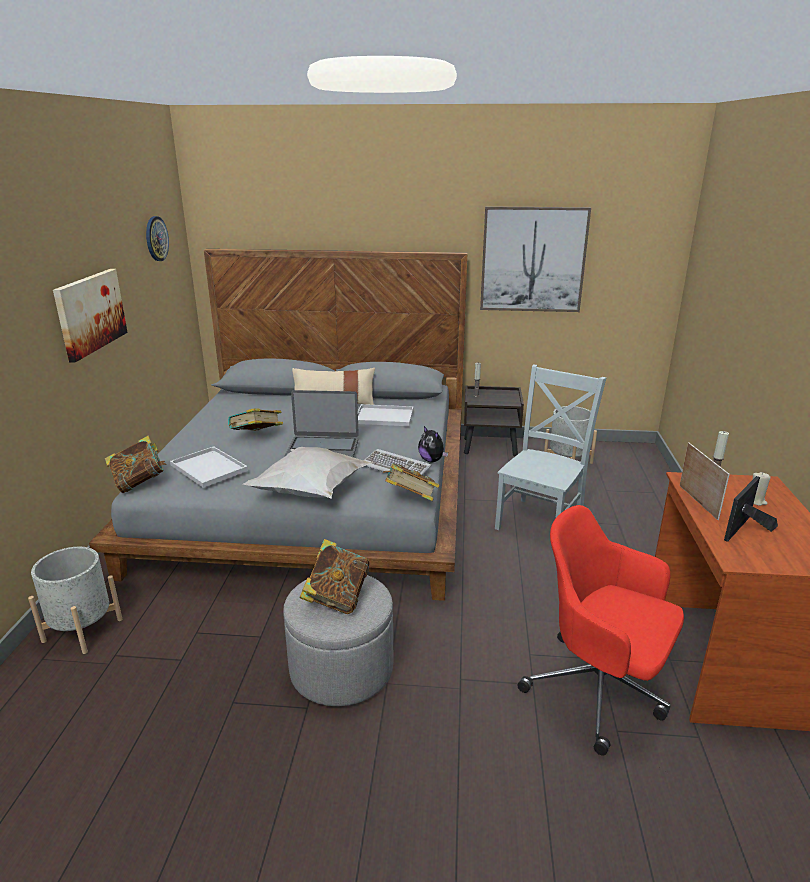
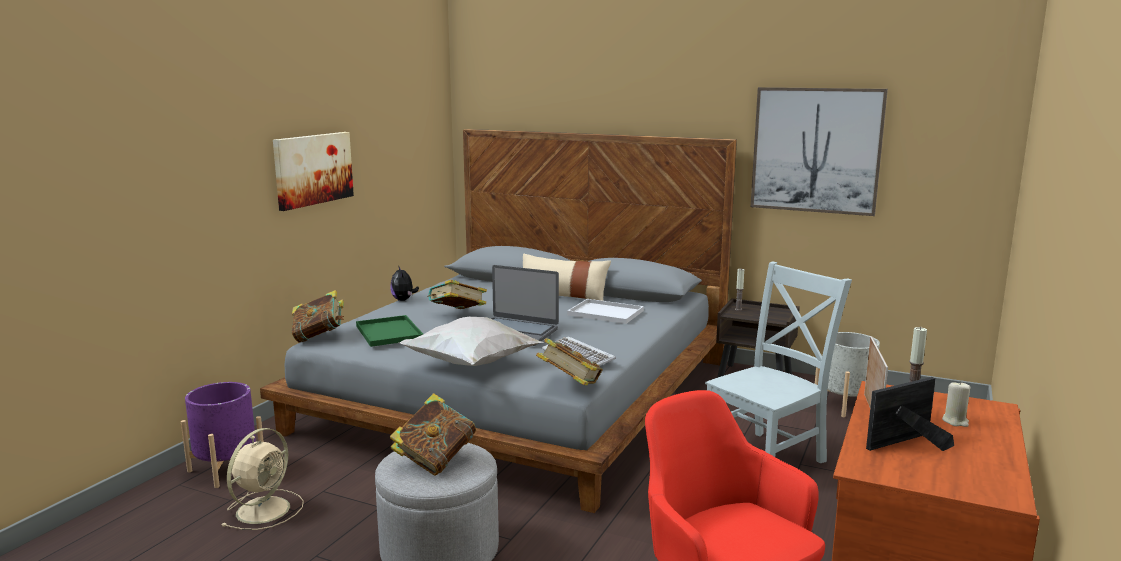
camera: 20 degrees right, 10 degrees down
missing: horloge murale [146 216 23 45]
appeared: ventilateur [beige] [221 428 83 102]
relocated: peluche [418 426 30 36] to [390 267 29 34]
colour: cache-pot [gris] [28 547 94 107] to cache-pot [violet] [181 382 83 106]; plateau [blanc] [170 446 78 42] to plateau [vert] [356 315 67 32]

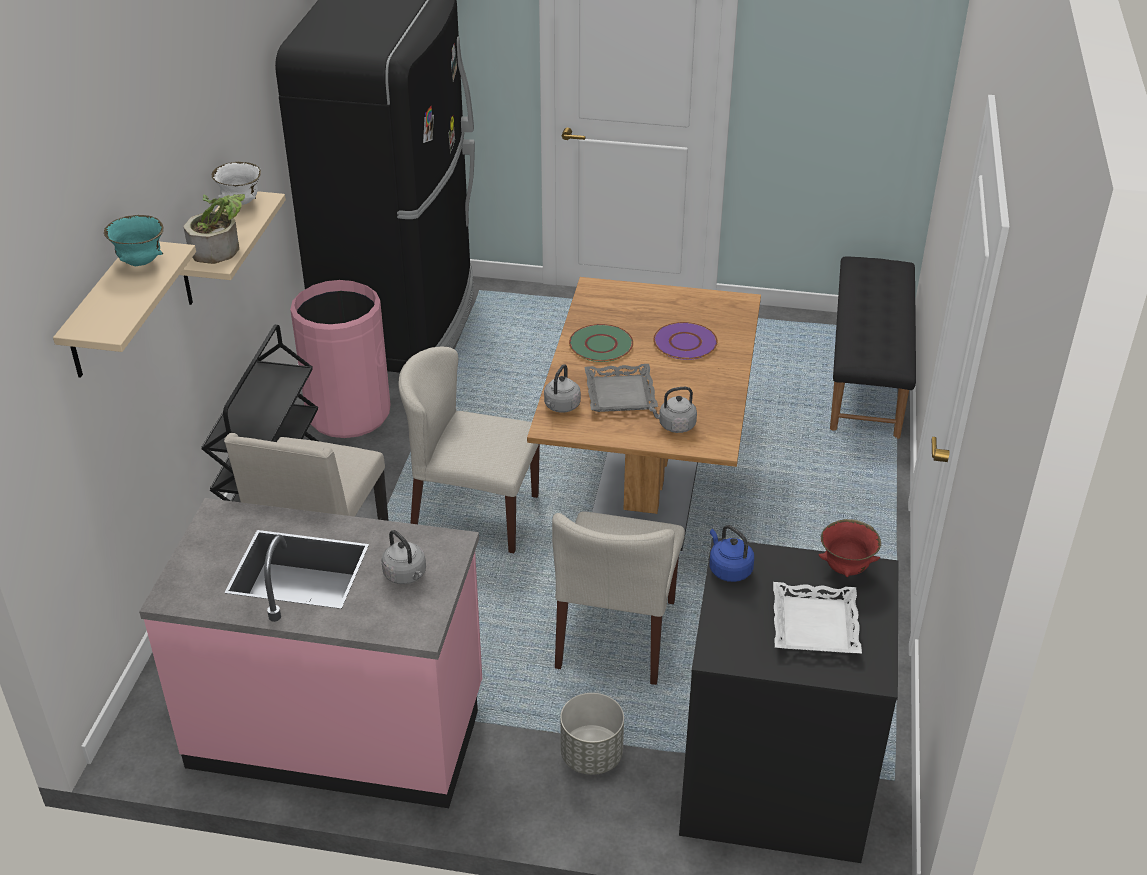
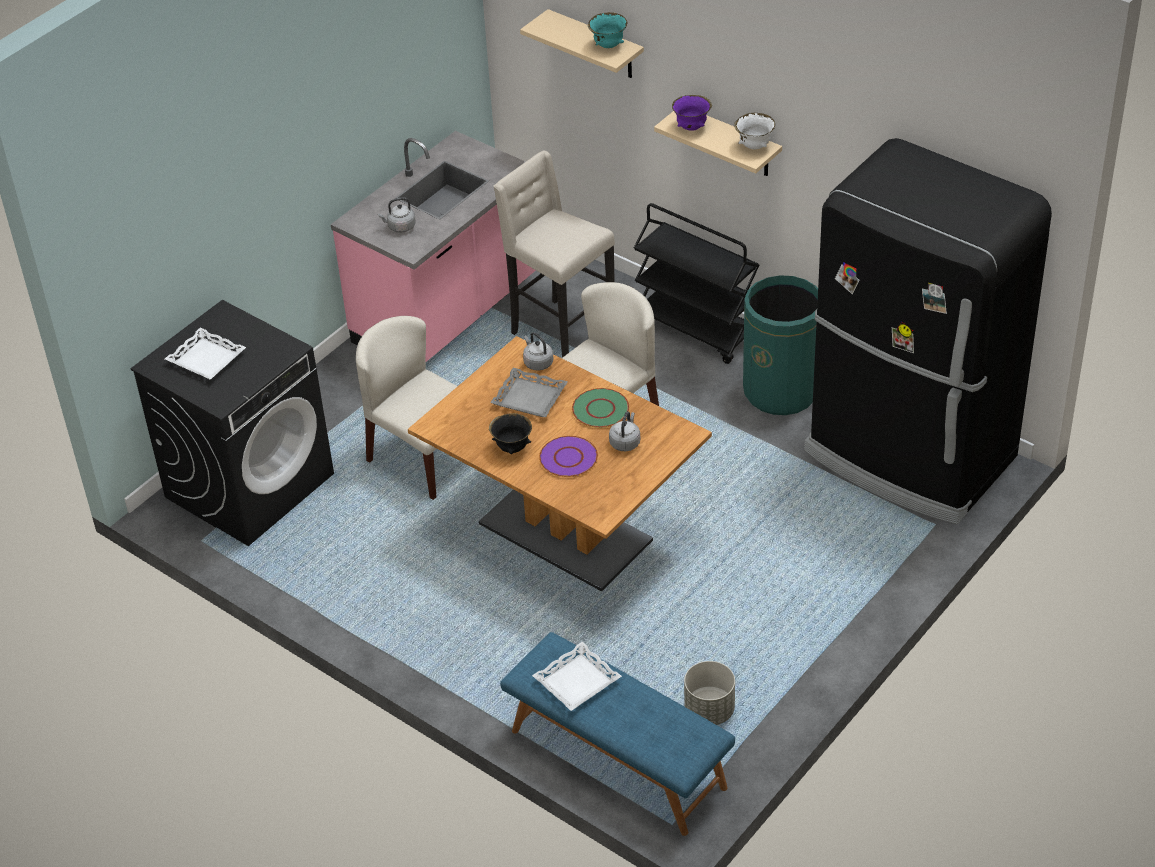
camera: 120 degrees right, 5 degrees up
missing: bouilloire [bleu] [709 525 45 57]; bol [rouge] [819 519 62 58]
appeared: bol [noir] [489 413 43 41]; plateau [blanc] [532 642 90 69]
relocated: cache-pot [gris] [560 693 64 82] to [684 661 51 64]; bouilloire [gris] [649 387 48 46] to [609 411 31 40]
exchanged: plante en pot [183 194 62 70] to bol [violet] [672 95 40 36]
colour: poubelle [rose] [290 280 101 158] to poubelle [vert] [743 275 75 140]; banc [noir] [830 256 86 183] to banc [bleu] [500 632 235 204]

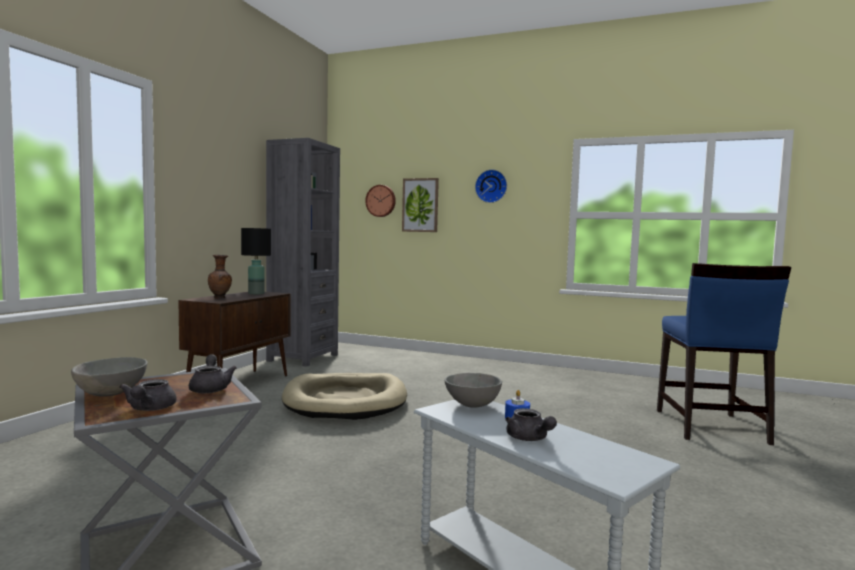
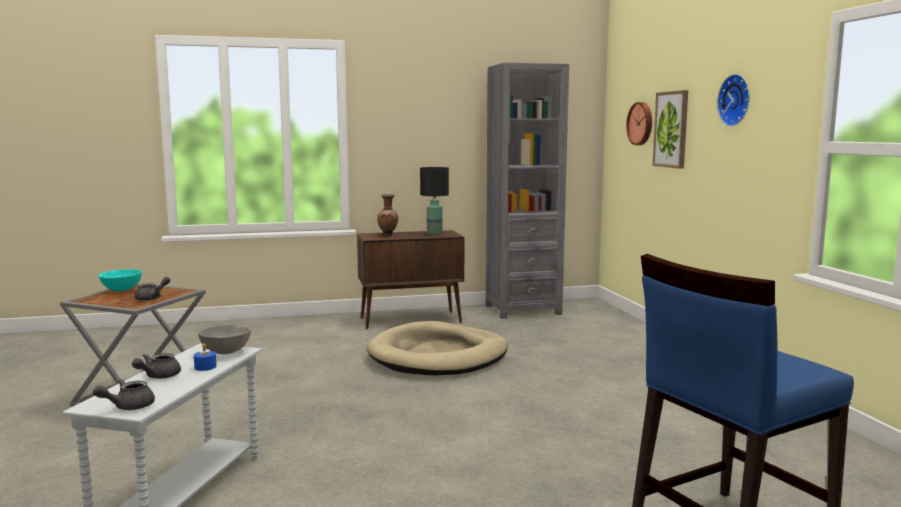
camera: 55 degrees right, 5 degrees up
relocated: théière [gris] [119 379 58 32] to [93 379 62 31]
colour: bol [gris] [71 357 76 40] to bol [turquoise] [98 269 44 22]

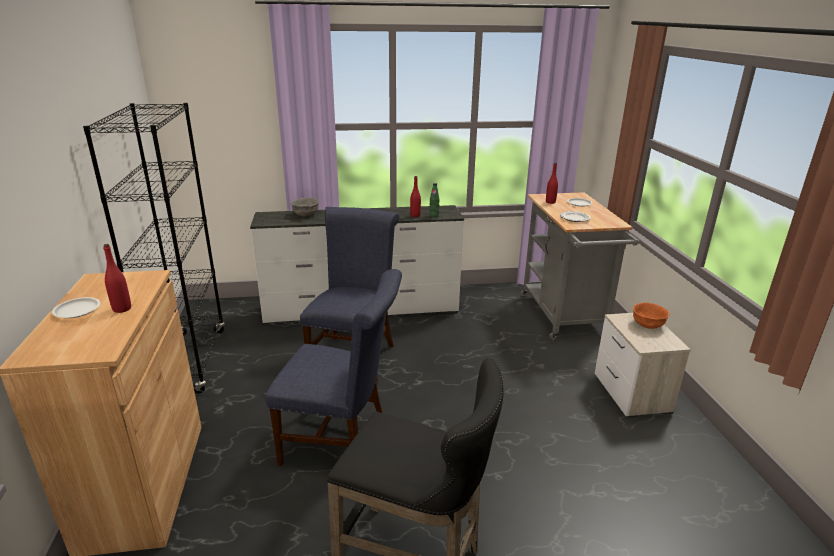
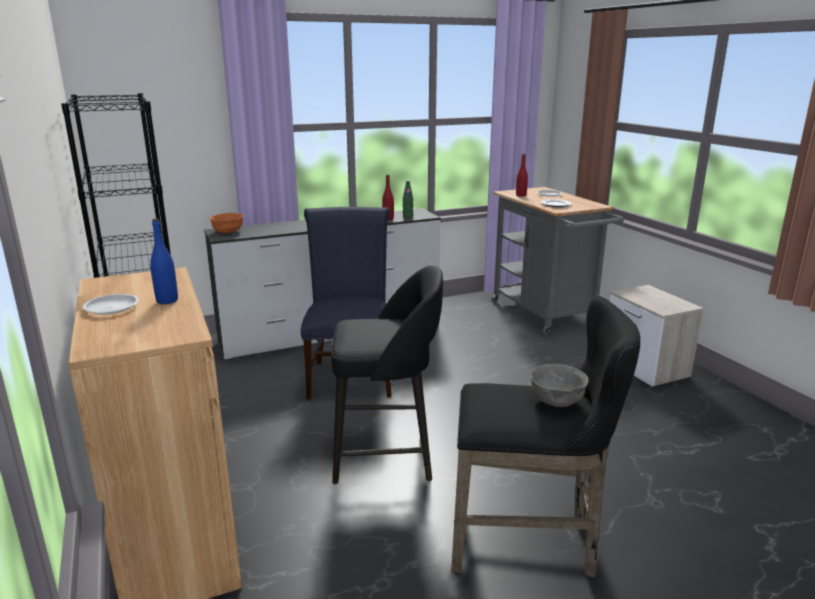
camera: 15 degrees left, 5 degrees down
relocated: bol [gris] [291 198 28 18] to [530 364 59 43]; bol [orange] [633 302 36 27] to [210 213 34 21]
exchanged: chaise [bleu] [265 269 137 197] to tabouret [noir] [331 265 112 219]
colour: bouteille [rouge] [103 244 28 69] to bouteille [bleu] [150 218 28 86]

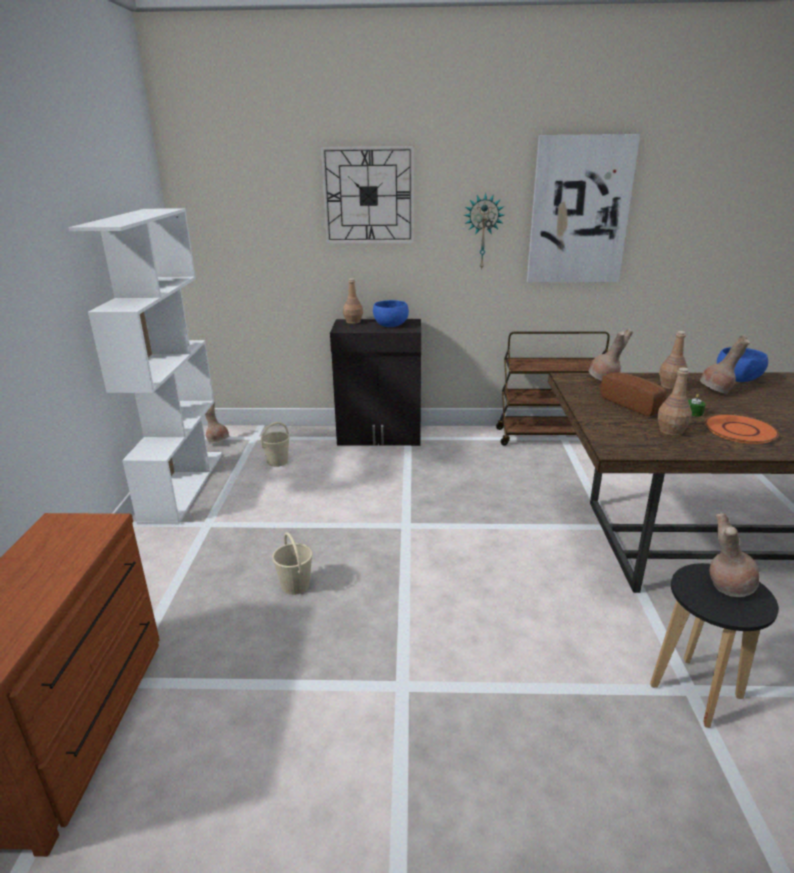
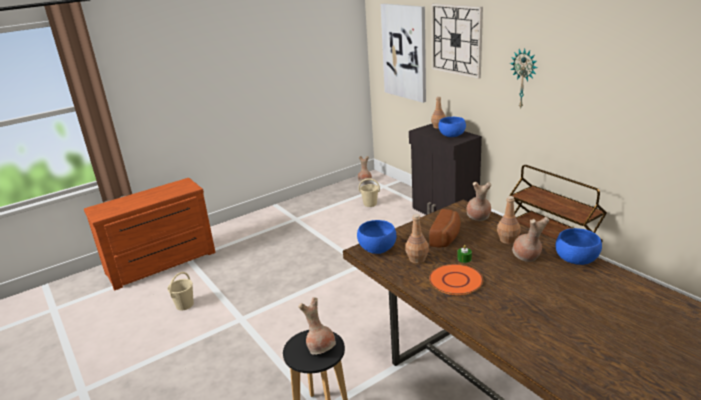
camera: 55 degrees right, 0 degrees up
missing: bibliothèque [blanc] [68 208 154 316]
appeared: bol [bleu] [357 220 39 34]
relocated: seau [beige] [272 532 41 63] to [168 272 26 38]; tableau [527 134 113 148] to [381 4 45 99]

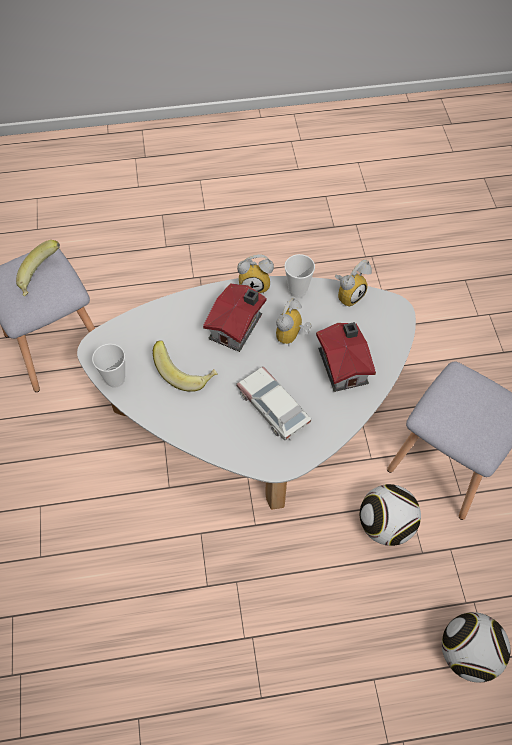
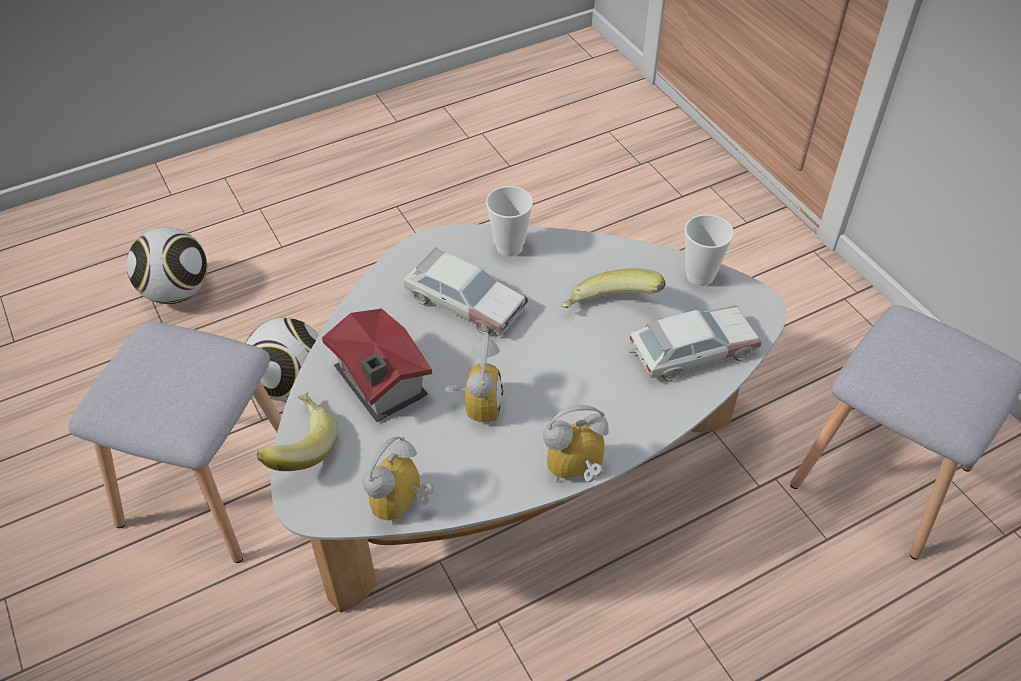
camera: 160 degrees right, 10 degrees down
missing: maison miniature [203 284 64 68]
appeared: petite voiture [629 306 133 75]
relocated: banane [16 240 44 56] to [256 392 82 79]; tasse [284 254 31 44] to [486 186 47 71]

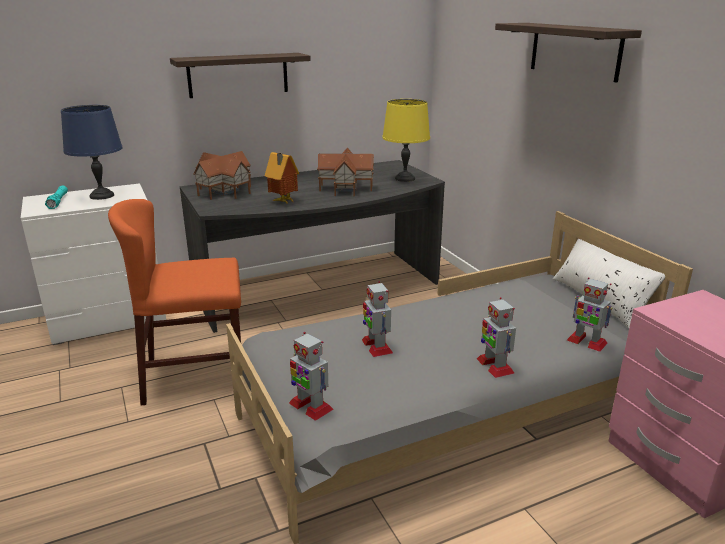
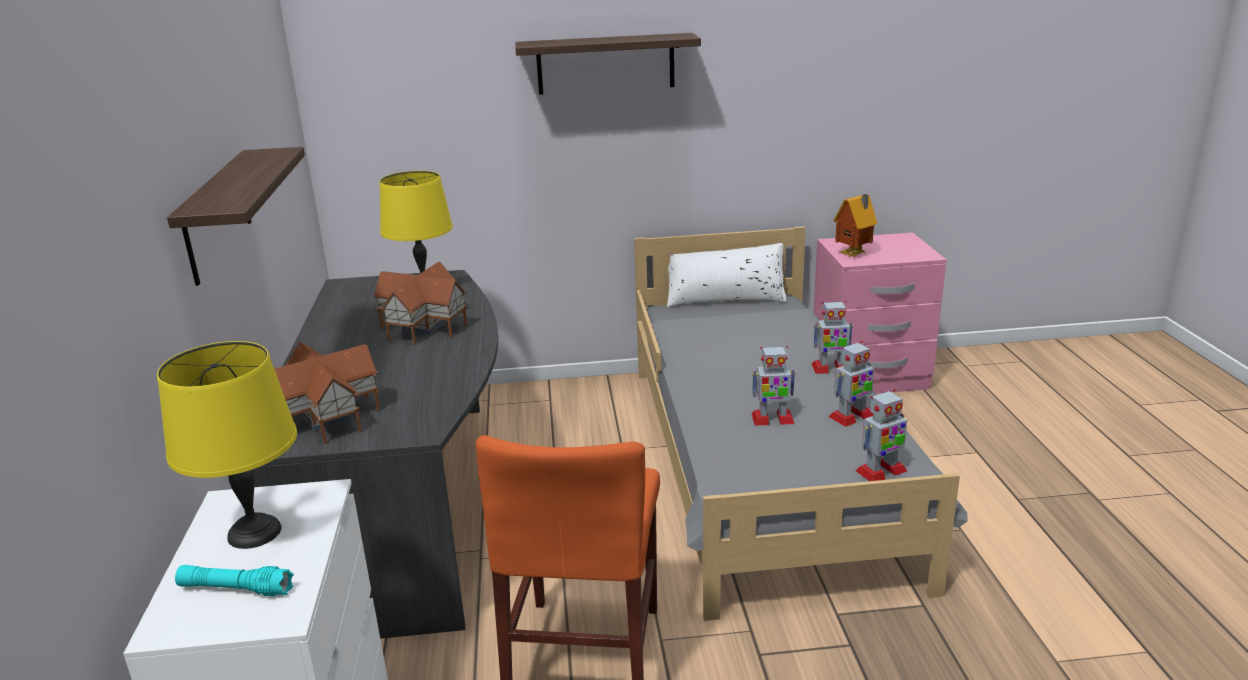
camera: 70 degrees left, 0 degrees up
relocated: maison miniature [265 152 34 52] to [834 194 43 63]; robot jouet [567 277 46 75] to [829 341 45 86]
colour: lampe de table [bleu] [61 105 62 95] to lampe de table [jaune] [157 341 140 208]

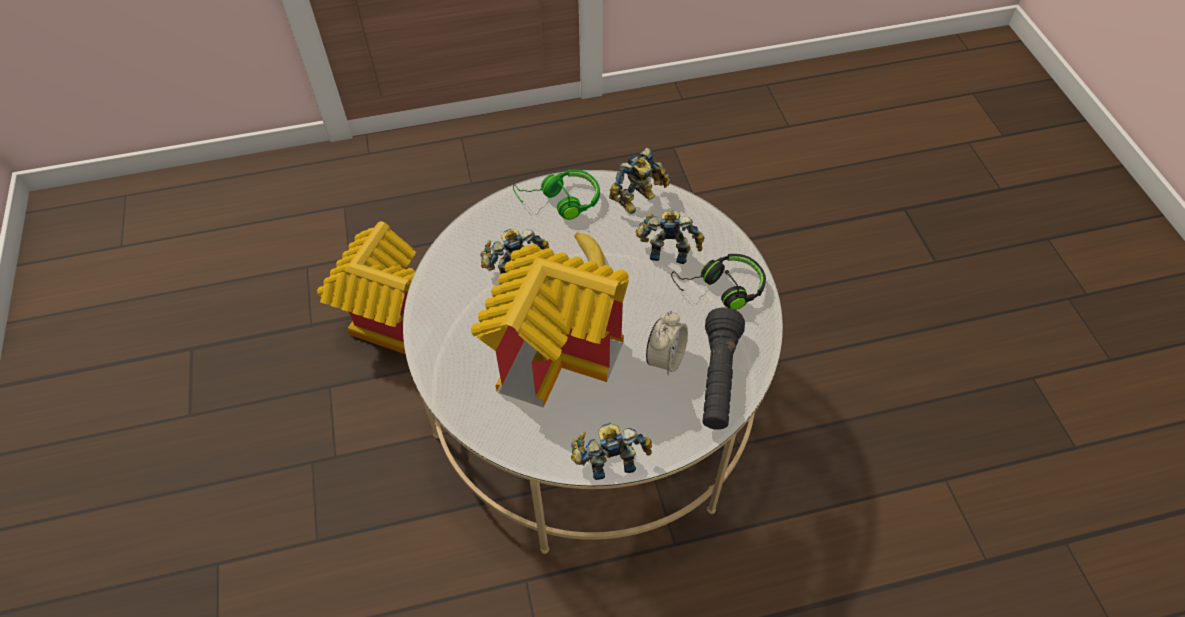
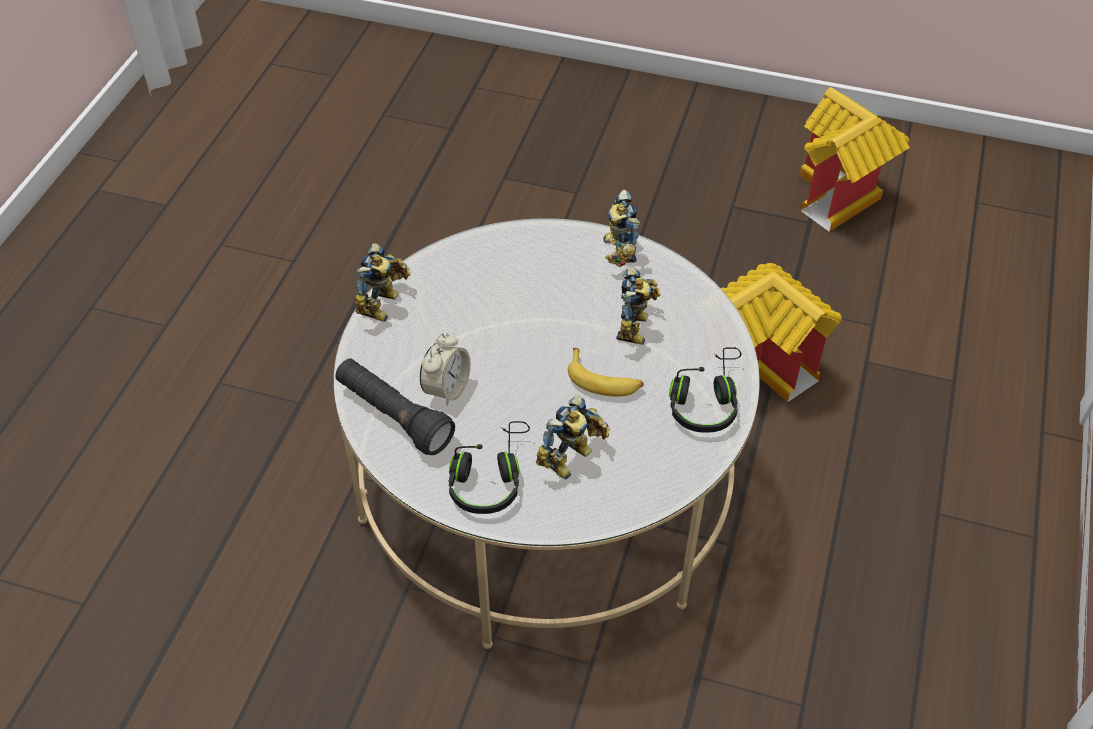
camera: 120 degrees right, 5 degrees down
relocated: maison miniature [471 244 158 164] to [799 87 111 145]; robot jouet [609 148 61 66] to [603 189 38 78]
colour: casque audio [vert] [513 170 87 50] to casque audio [noir] [669 347 72 86]
spun: réveil [646 311 42 64] = [420 333 50 73] 120 degrees counterclockwise

